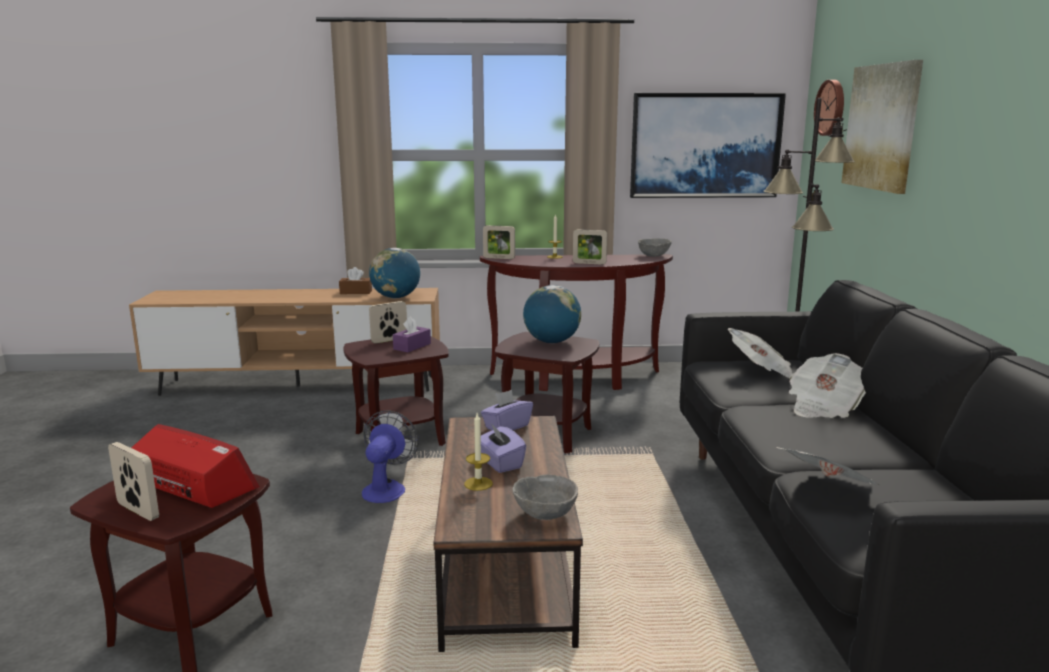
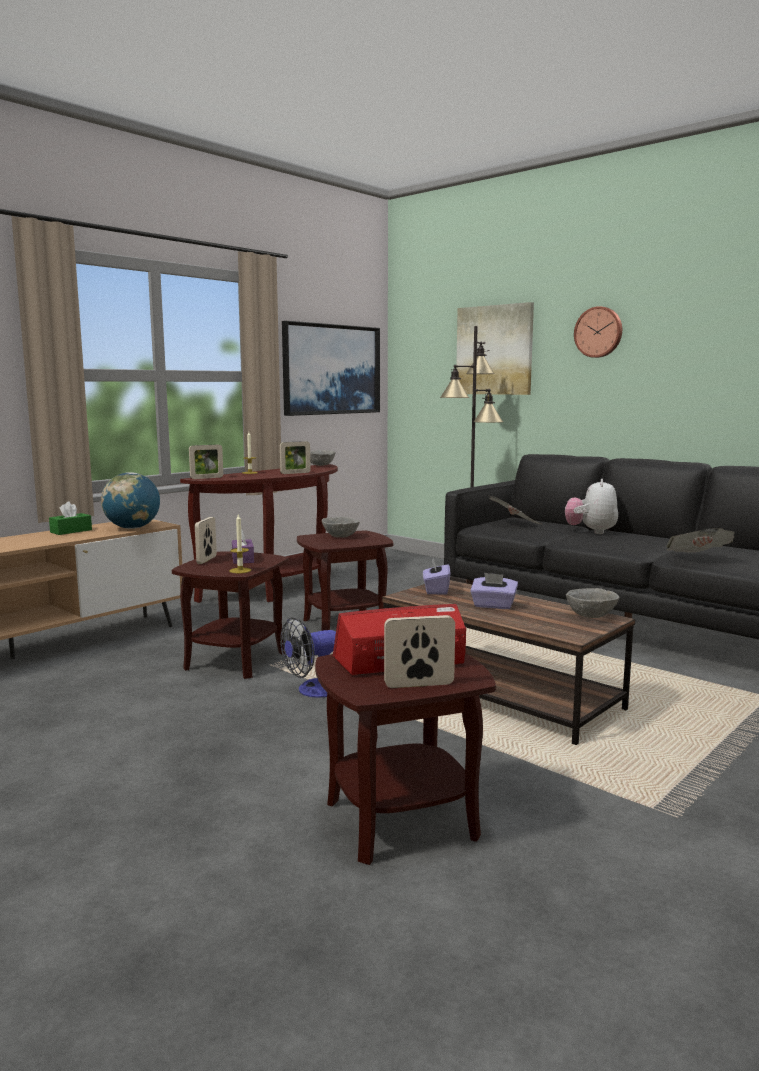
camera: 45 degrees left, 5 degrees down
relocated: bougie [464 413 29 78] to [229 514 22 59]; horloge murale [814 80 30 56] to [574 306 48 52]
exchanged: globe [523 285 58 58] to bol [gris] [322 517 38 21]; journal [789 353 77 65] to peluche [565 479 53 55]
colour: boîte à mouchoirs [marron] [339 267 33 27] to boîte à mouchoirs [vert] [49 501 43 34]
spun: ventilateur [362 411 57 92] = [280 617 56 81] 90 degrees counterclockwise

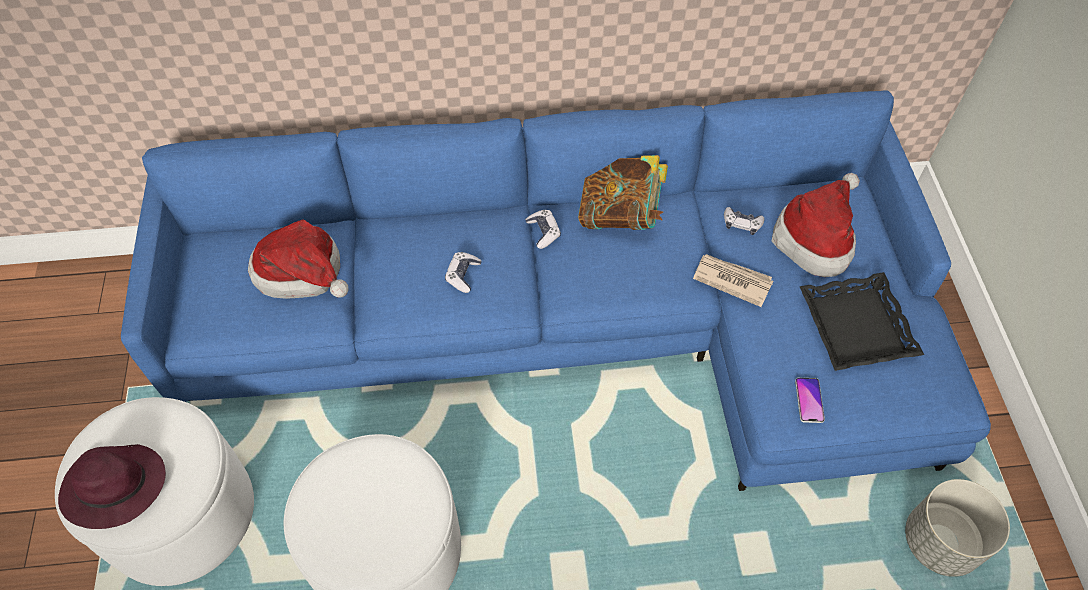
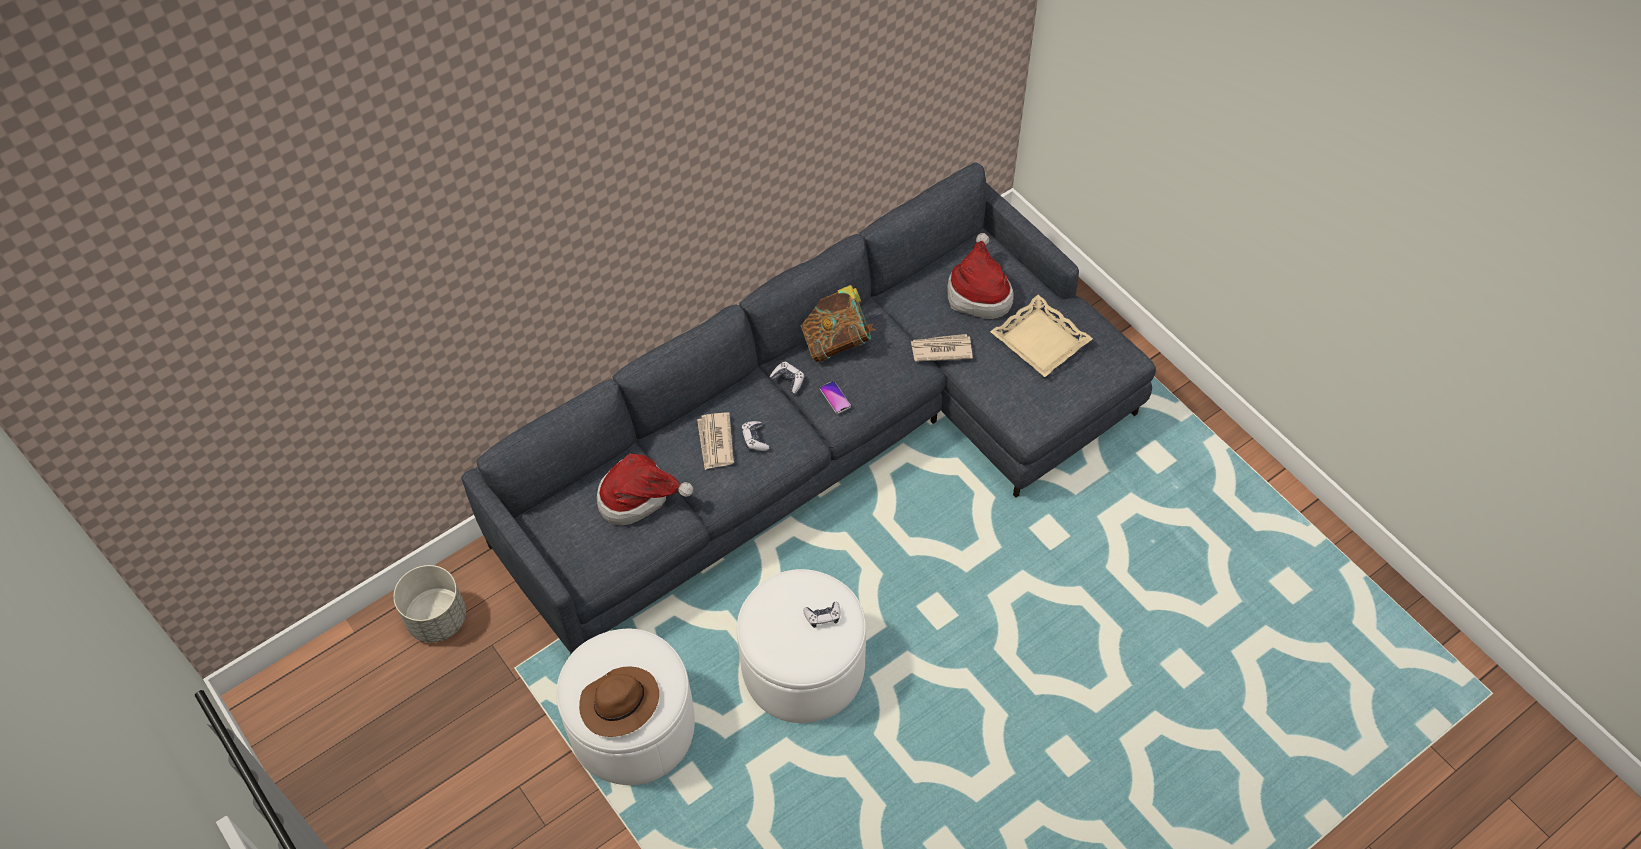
camera: 30 degrees left, 0 degrees up
appeared: journal [697 412 37 58]
relocated: manette [724 207 40 28] to [803 601 38 27]; téléphone [795 378 30 45] to [820 381 31 33]; cache-pot [gris] [905 479 105 98] to [393 565 73 78]
colour: chapeau [violet] [58 444 108 85] to chapeau [marron] [579 666 80 71]; canapé [bleu] [121 90 870 401] to canapé [gris] [461 162 695 492]; plateau [noir] [799 272 125 99] to plateau [beige] [990 295 103 82]

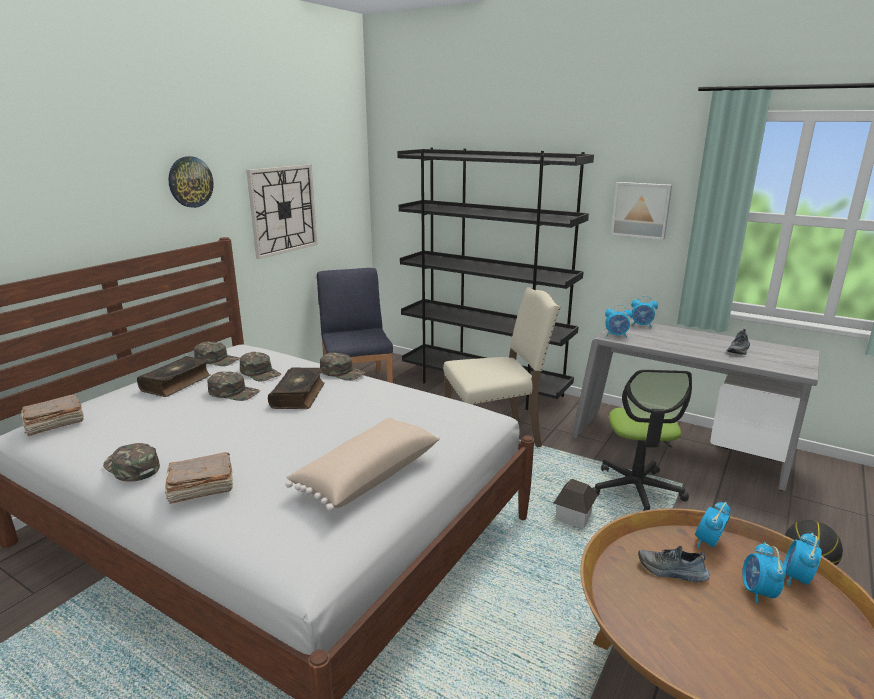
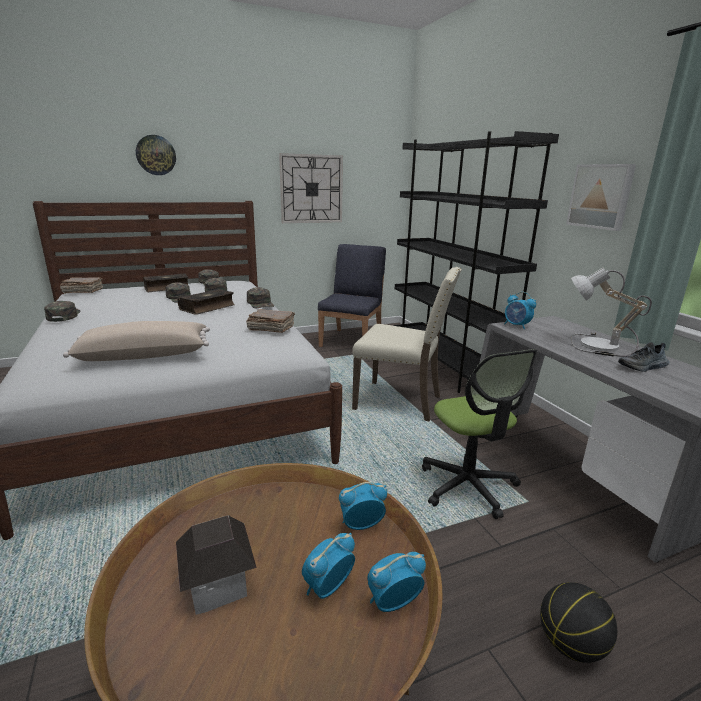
camera: 35 degrees right, 0 degrees up
missing: réveil [631 296 27 32]; chaussure [638 546 72 36]
appeared: lampe de table [571 268 81 89]
relocated: livre [marron] [165 452 68 52] to [246 309 49 24]; horloge murale [168 156 46 52] to [136 135 40 40]; maison miniature [553 479 45 49] to [176 515 81 100]
spun: chaise de bureau [592 369 100 142] = [422 349 115 170] 60 degrees counterclockwise

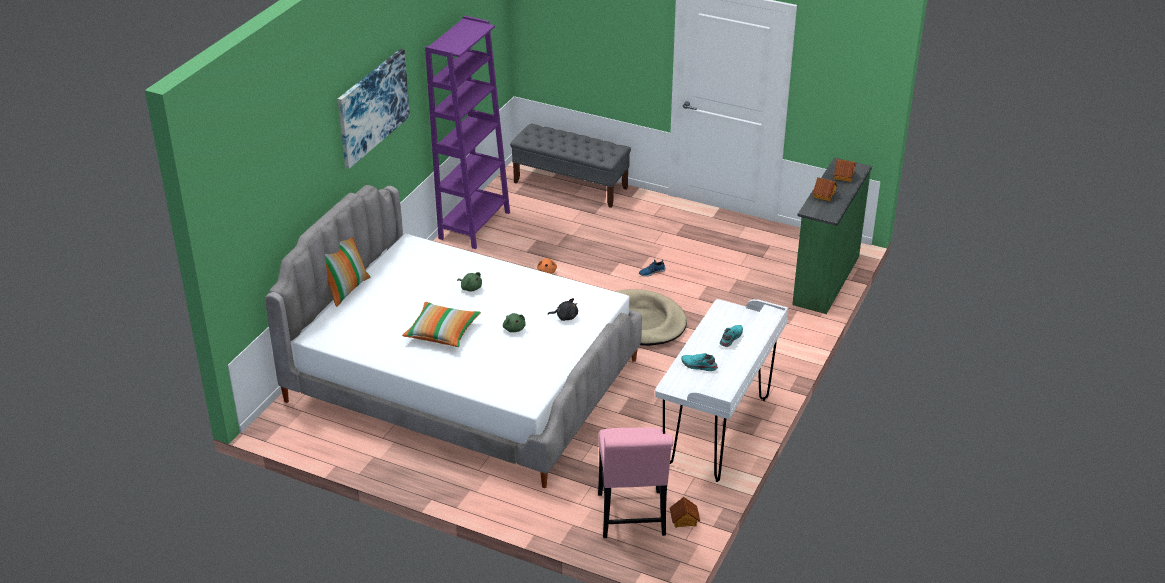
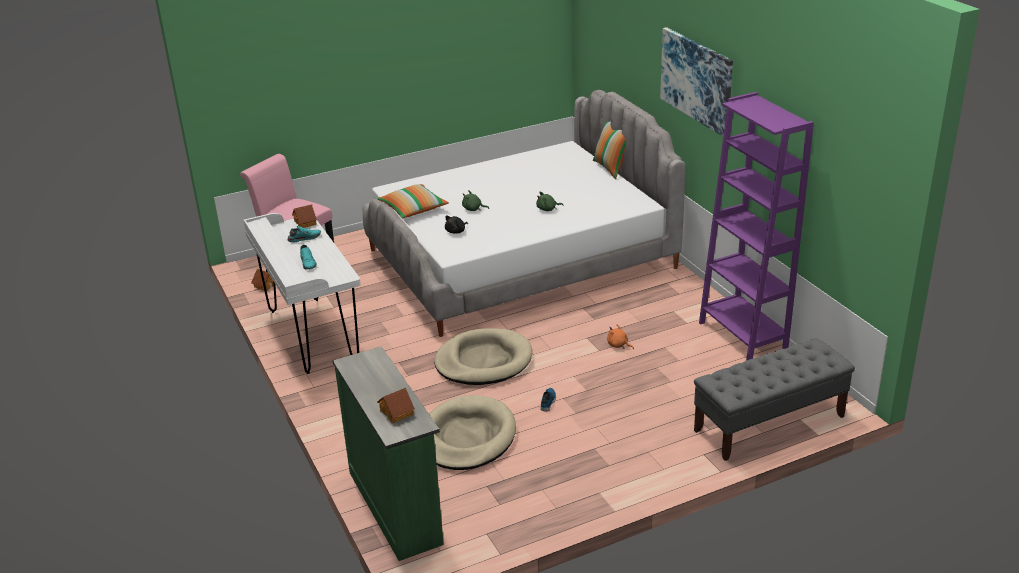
camera: 130 degrees right, 5 degrees down
appeared: panier pour chien [beige] [429 395 87 75]
relocated: coussin [402 302 79 45] to [377 184 72 34]; maison miniature [813 177 24 24] to [292 204 25 24]

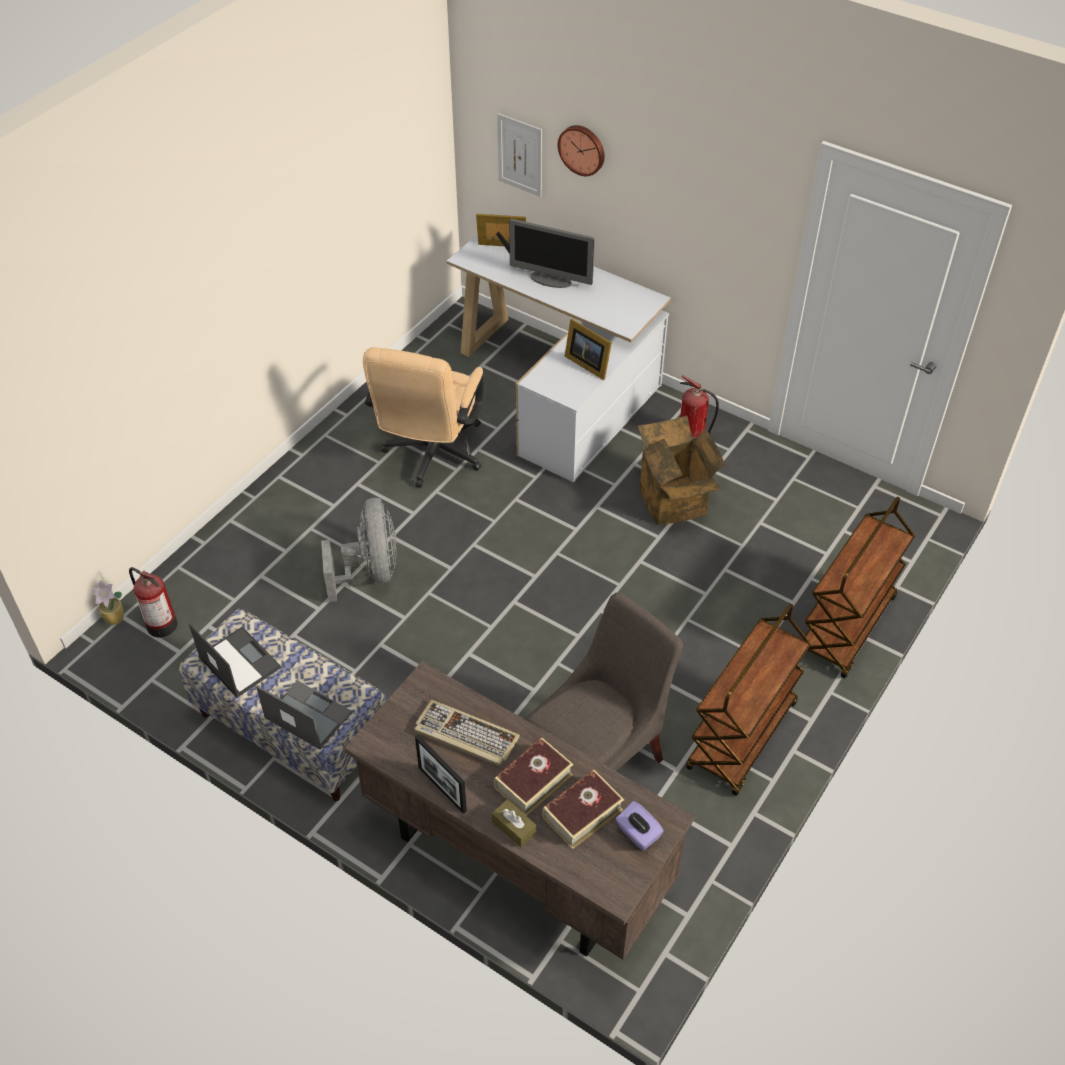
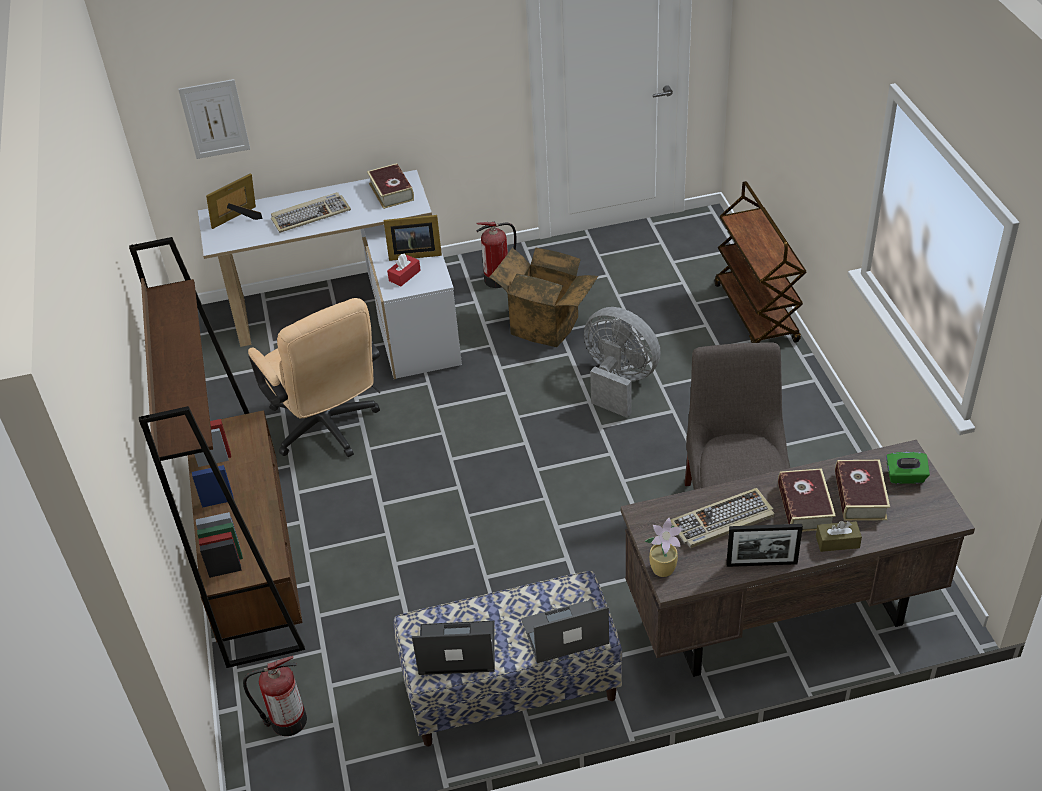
camera: 45 degrees left, 5 degrees down
missing: horloge murale [558 125 47 51]; chariot [marron] [686 603 125 193]
appeared: bibliothèque [marron] [129 237 176 431]; livre [367 163 47 46]; boîte à mouchoirs [rouge] [387 254 34 32]
relocated: plante en pot [92 580 32 45] to [644 518 39 59]; ventilateur [gris] [321 498 76 104] to [584 307 77 111]
exchanged: écran d'ordinateur [509 219 86 69] to clavier [271 192 80 41]
colour: boîte à mouchoirs [violet] [616 801 48 50] to boîte à mouchoirs [vert] [886 452 44 32]

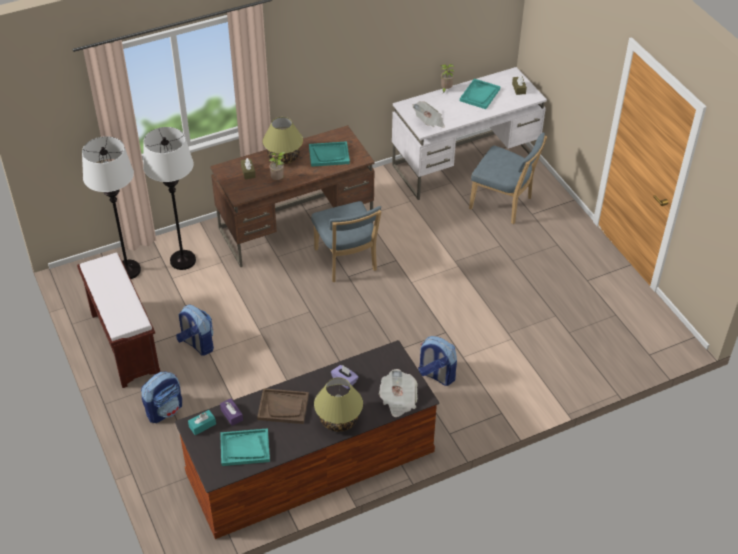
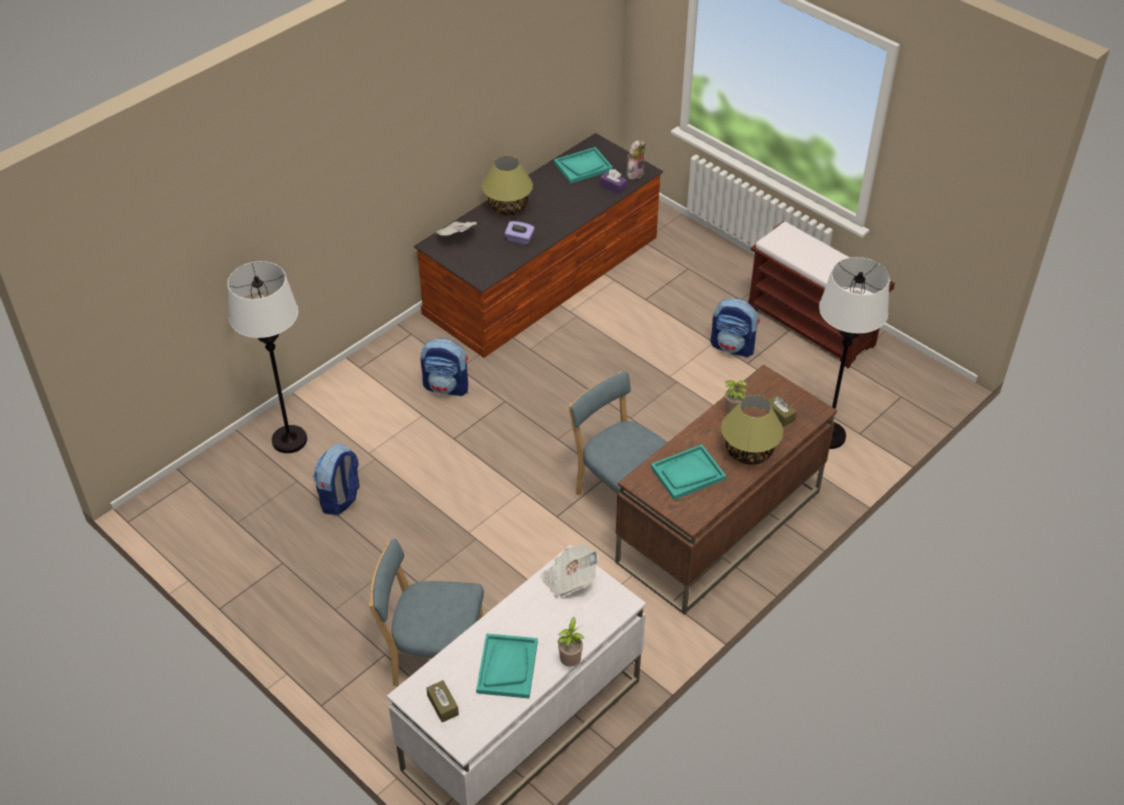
camera: 160 degrees right, 0 degrees up
missing: plateau [marron] [257 388 52 36]
relocated: lampadaire [blanc] [82 136 59 143] to [227 261 80 192]; sac à dos [141 372 41 51] to [313 444 47 71]
exchanged: boîte à mouchoirs [turquoise] [188 410 28 25] to peluche [626 140 19 39]

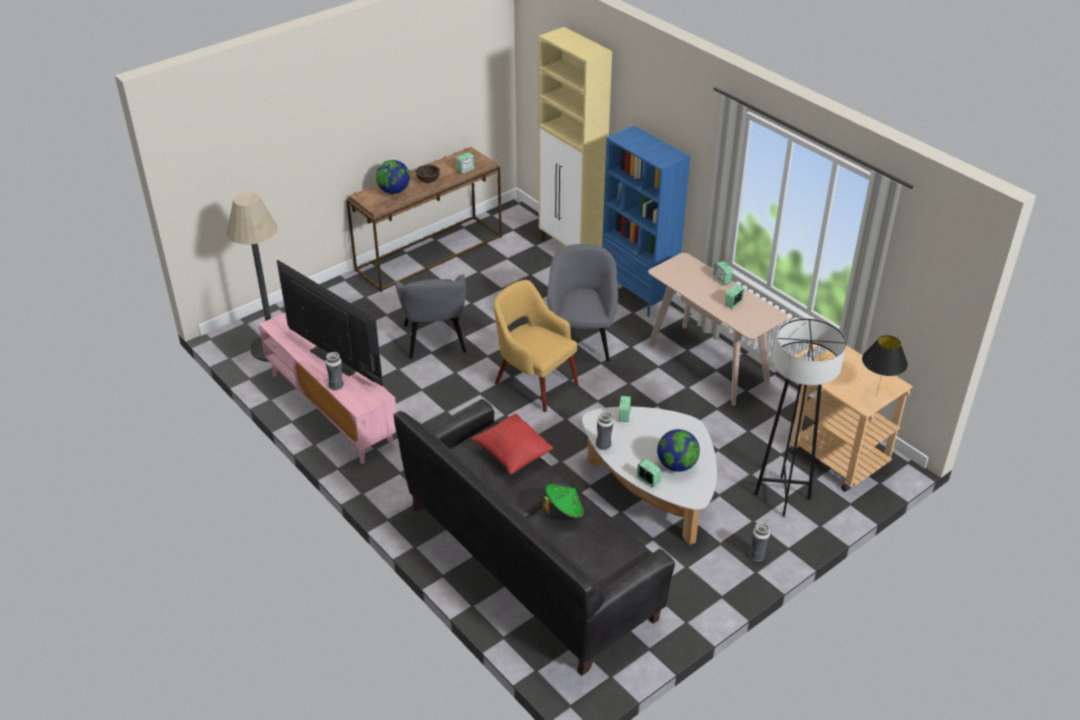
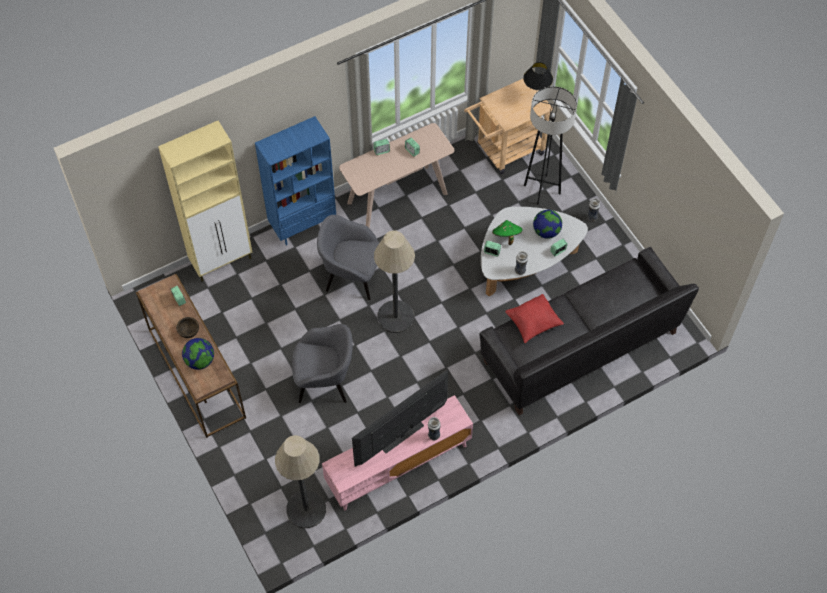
camera: 80 degrees left, 20 degrees up
relocated: chapeau [vert] [543 484 41 35] to [492 220 31 25]
exchanged: fauteuil [jaune] [494 280 85 132] to lampadaire [374 230 41 103]

